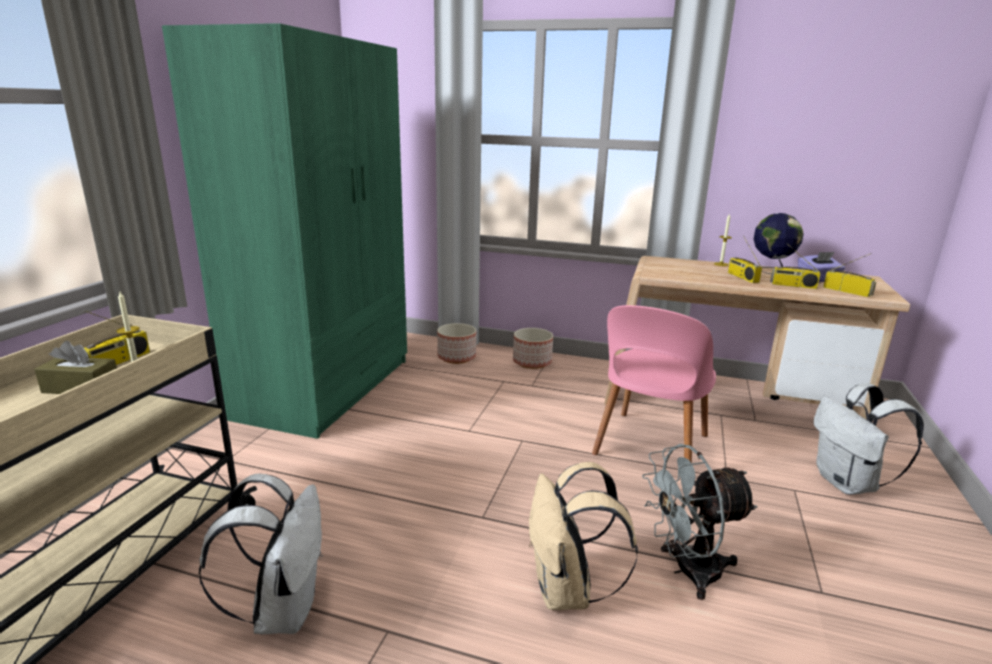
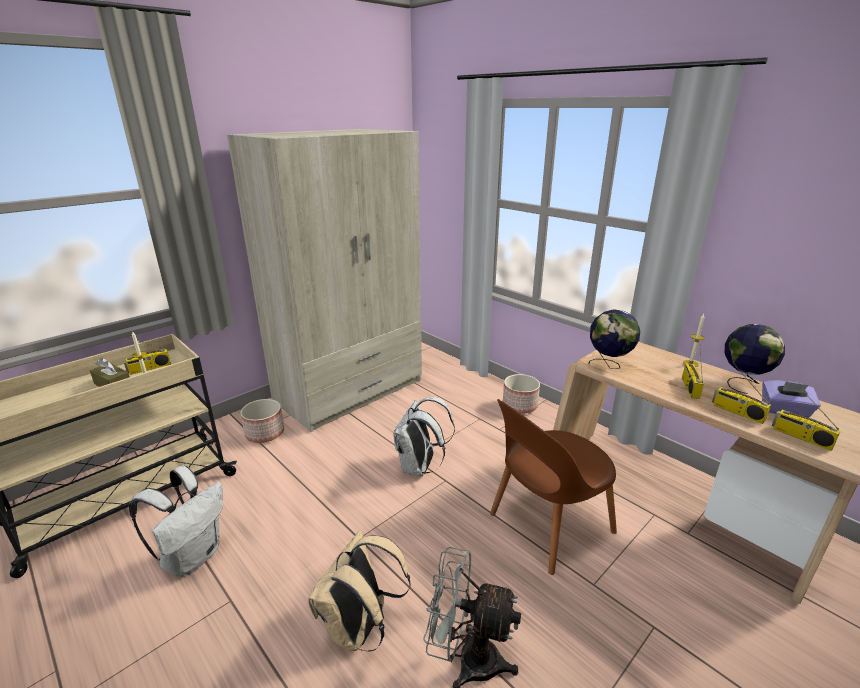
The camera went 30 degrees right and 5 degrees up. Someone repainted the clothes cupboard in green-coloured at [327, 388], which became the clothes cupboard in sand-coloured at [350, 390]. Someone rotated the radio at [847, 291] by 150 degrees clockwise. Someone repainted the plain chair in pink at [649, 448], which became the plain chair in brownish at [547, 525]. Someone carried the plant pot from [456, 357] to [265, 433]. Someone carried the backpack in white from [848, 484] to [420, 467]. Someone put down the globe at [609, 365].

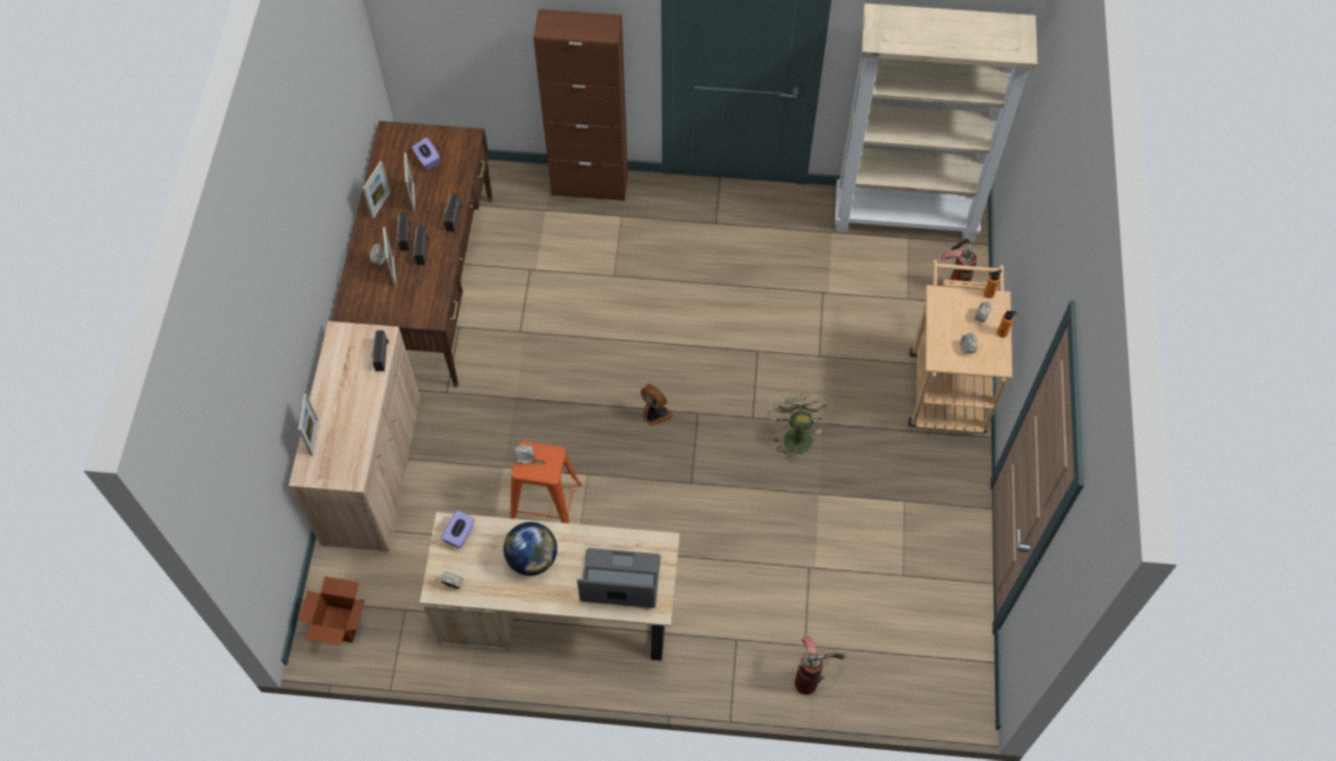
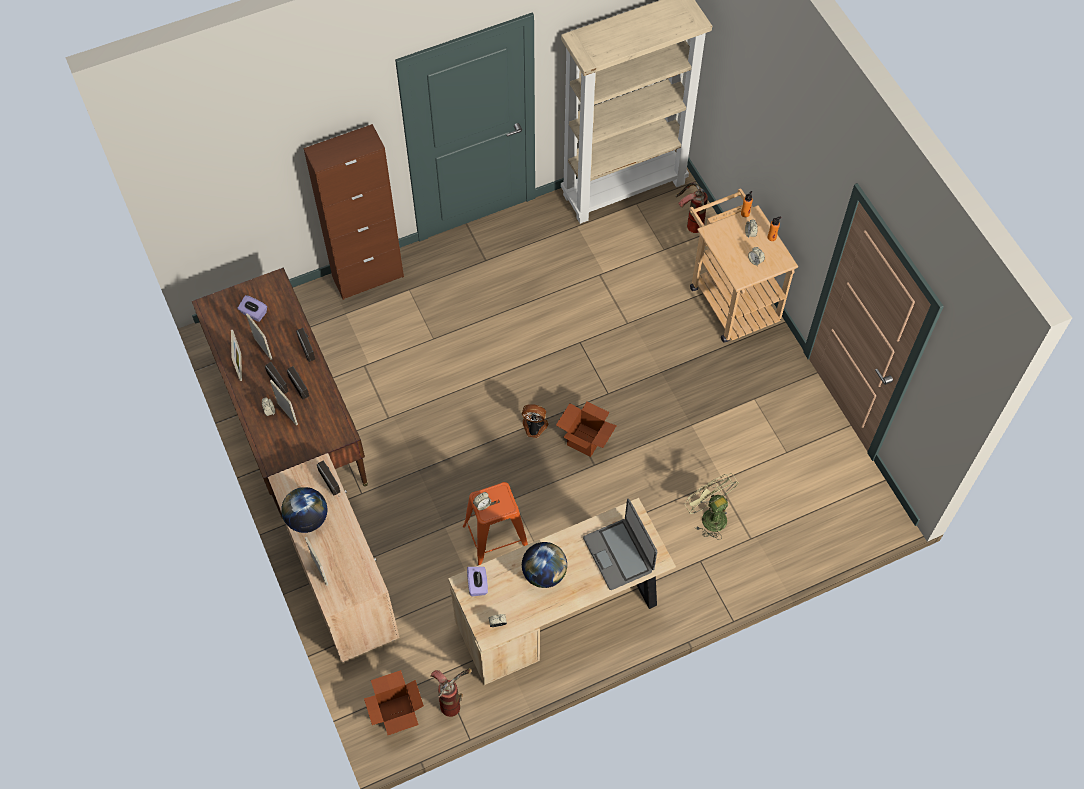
The camera went 30 degrees left and 0 degrees up. Someone carried the electric fan in green-coloured from [795, 434] to [709, 516]. Someone rotated the notebook computer at [620, 580] by 90 degrees counterclockwise. Someone carried the extinguisher from [812, 677] to [453, 699]. Someone put down the packing box at [585, 440]. Someone put down the globe at [307, 519].

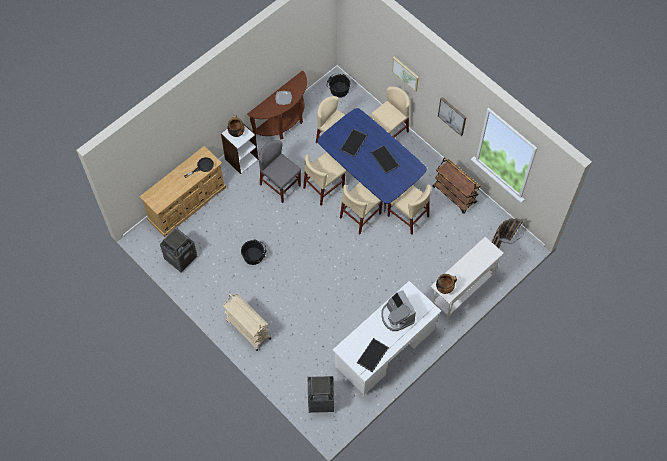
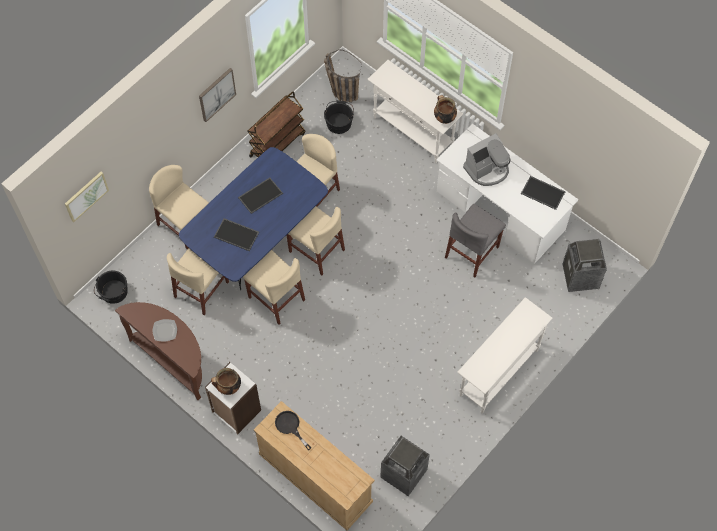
The camera went 95 degrees left and 0 degrees up. Someone carried the picture from [405, 73] to [86, 196]. Someone carried the plain chair in gray from [280, 185] to [472, 252]. Someone carried the pail in blackish from [254, 256] to [339, 122]. Someone swapped the wheeled cart in sand-coloured at [247, 329] for the hall table in white at [498, 373].

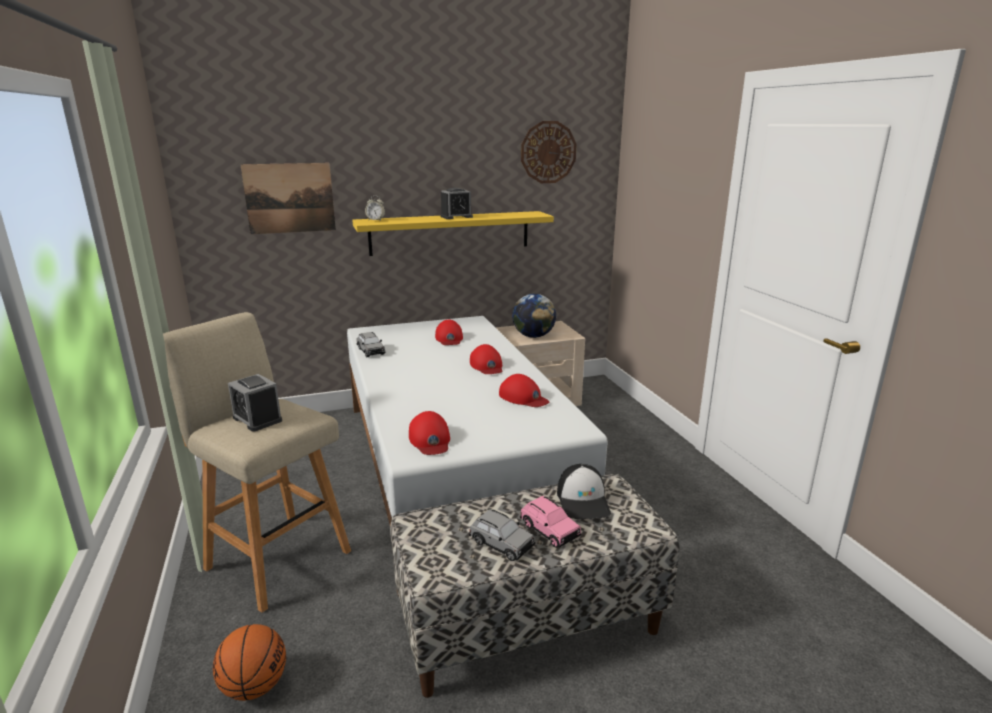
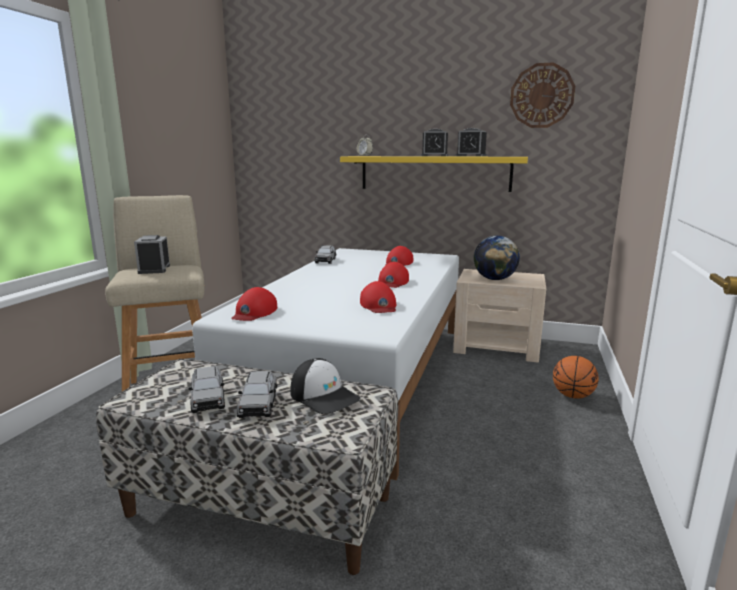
The camera went 35 degrees right and 5 degrees down. Someone took away the picture at [289, 198]. Someone rotated the peaked cap at [583, 501] by 75 degrees counterclockwise. Someone repainted the model car in pink at [549, 530], which became the model car in gray at [258, 405]. Someone carried the basketball from [254, 686] to [572, 396]. Someone put down the table clock at [471, 156].

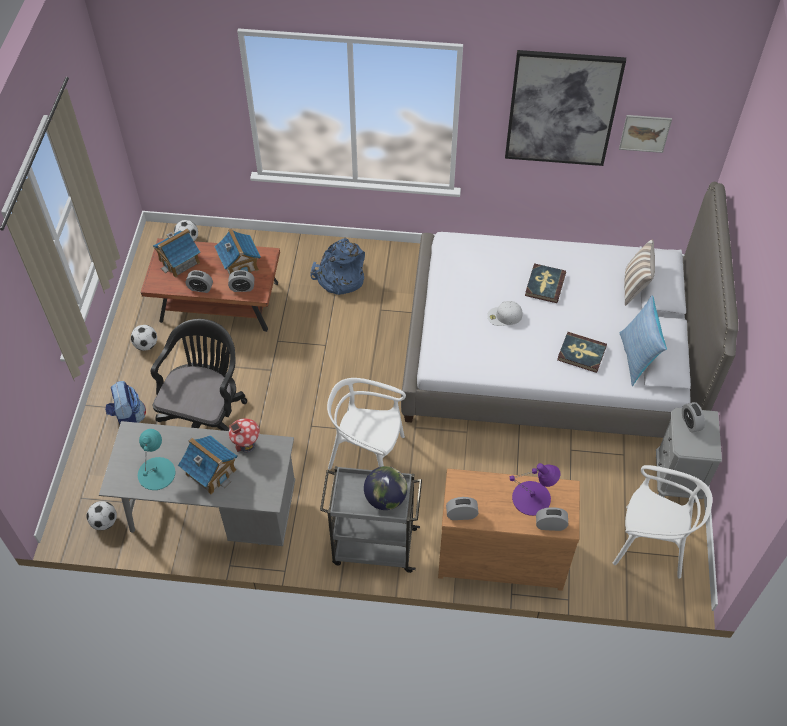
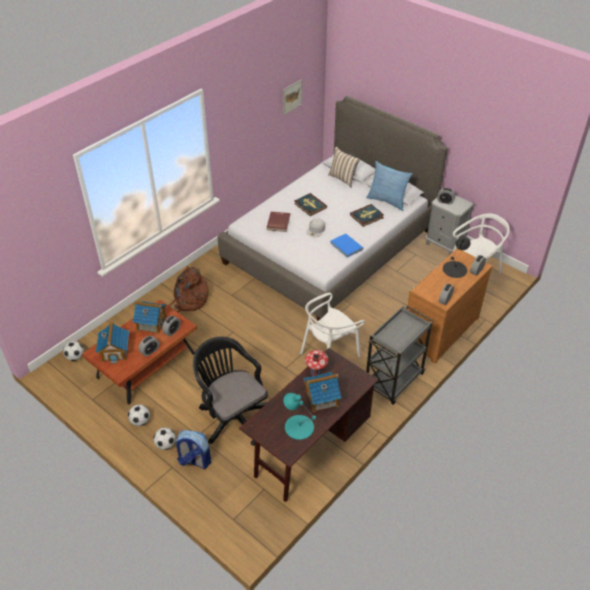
The camera went 55 degrees left and 10 degrees down. Someone took away the picture at [562, 108]. Someone repainted the backpack in blue-coloured at [339, 278], which became the backpack in brownish at [189, 300]. Someone repainted the desk unit in gray at [212, 515], which became the desk unit in brownish at [309, 449]. Someone repainted the lamp for a table in purple at [532, 498], which became the lamp for a table in blackish at [455, 269]. Someone took away the globe at [385, 498]. Someone carried the football from [104, 522] to [165, 445]. Someone put down the bound book in red at [277, 222]. Someone put down the bound book in blue-coloured at [346, 246].

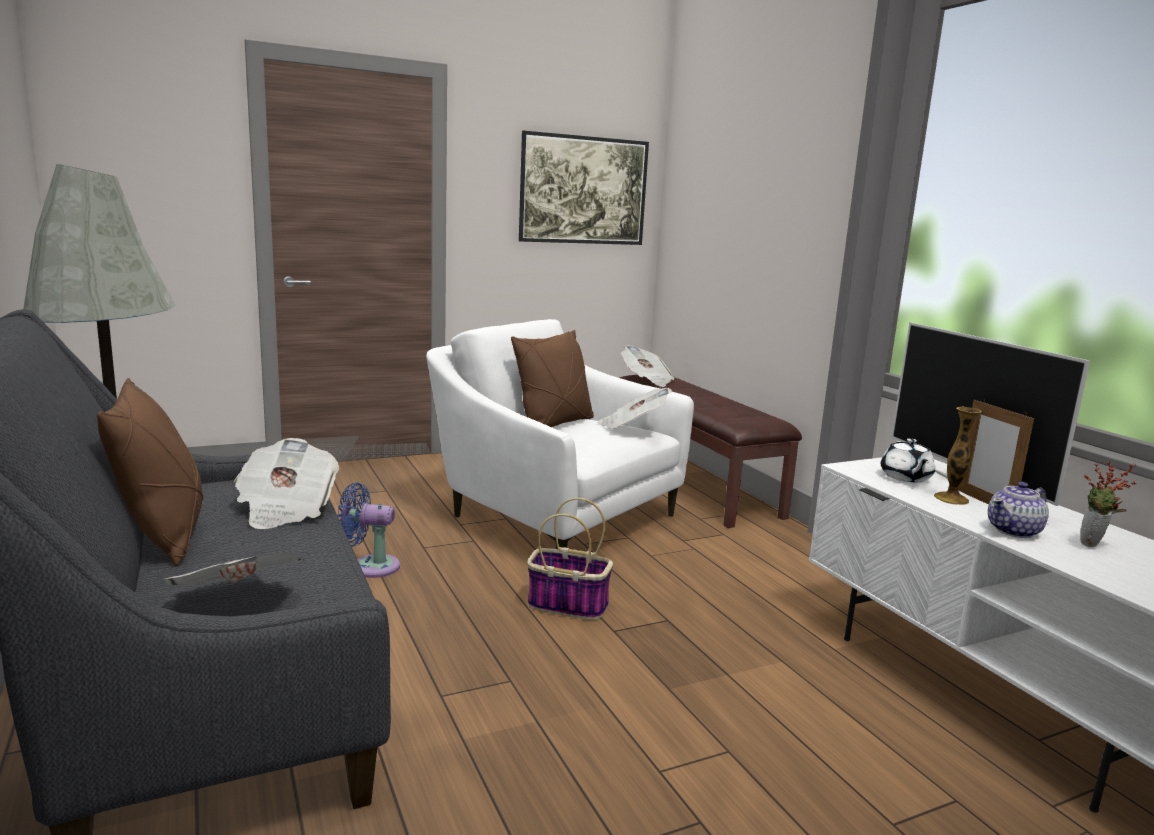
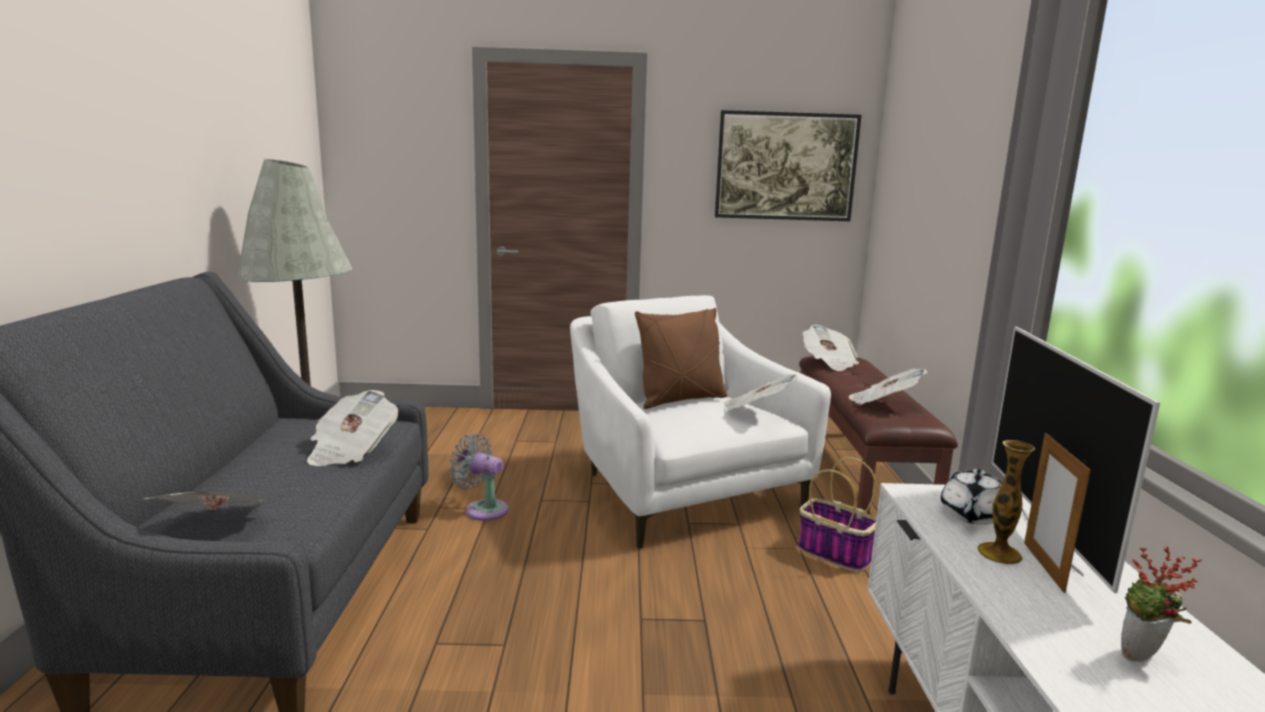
The camera went 25 degrees right and 0 degrees up. Someone took away the pillow in brownish at [164, 535]. Someone took away the pot for tea at [1014, 531]. Someone repainted the electric fan in blue-coloured at [370, 566], which became the electric fan in gray at [483, 509]. Someone carried the household basket from [566, 605] to [833, 553]. Someone put down the daily paper at [883, 404].

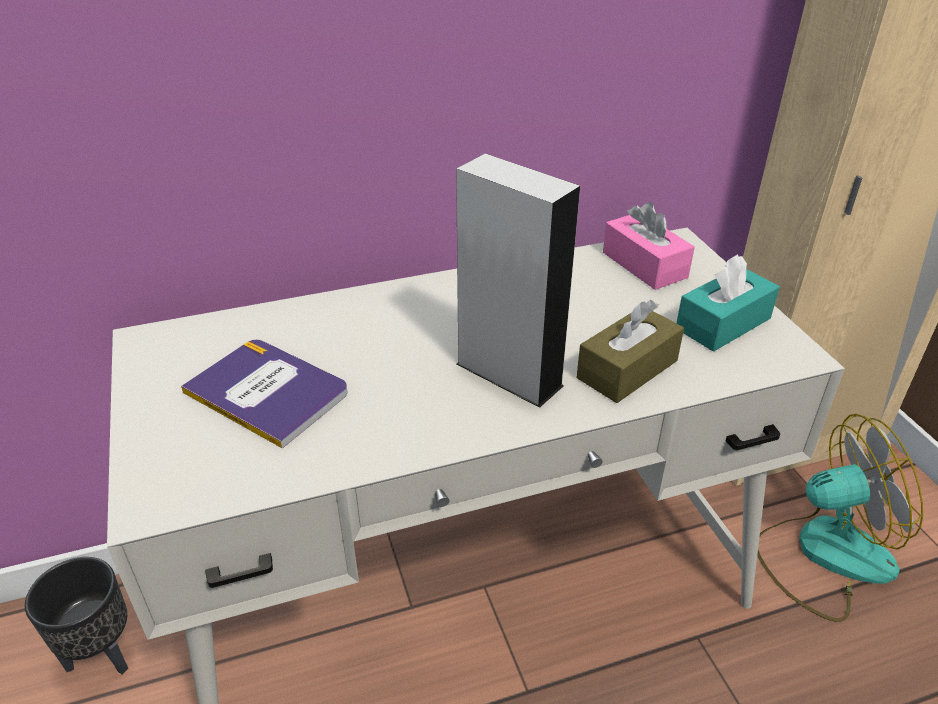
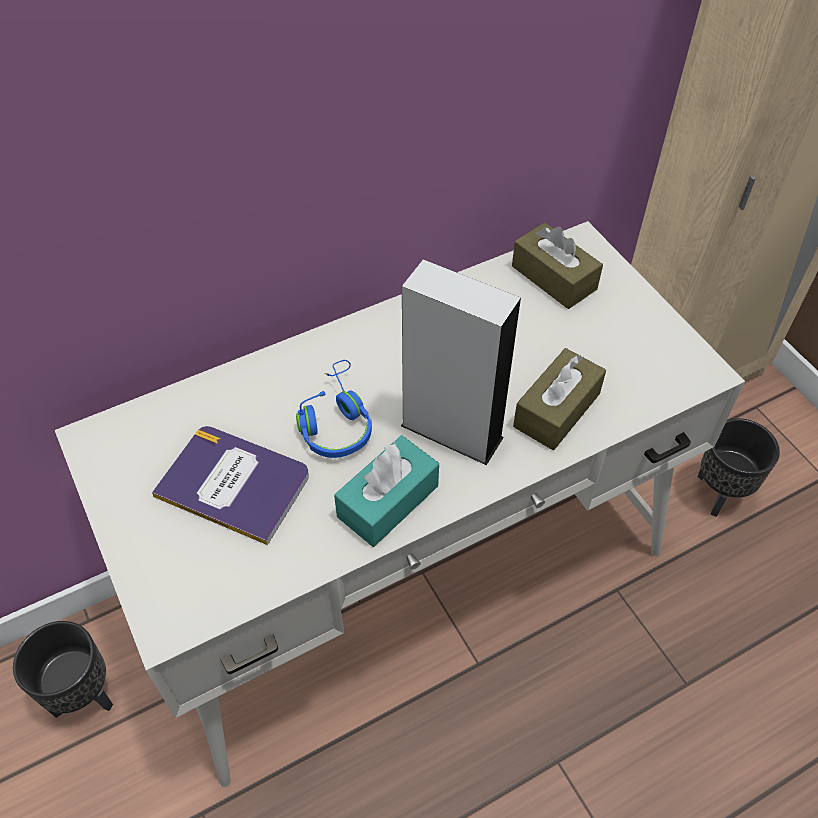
The camera went 10 degrees left and 15 degrees up. Someone repainted the tissue box in pink at [644, 265], which became the tissue box in brownish at [554, 277]. Someone carried the tissue box in blue-green from [723, 323] to [388, 501]. Someone swapped the electric fan at [823, 554] for the plant pot in blackish at [719, 493]. Someone put down the headset in blue-coloured at [335, 421].

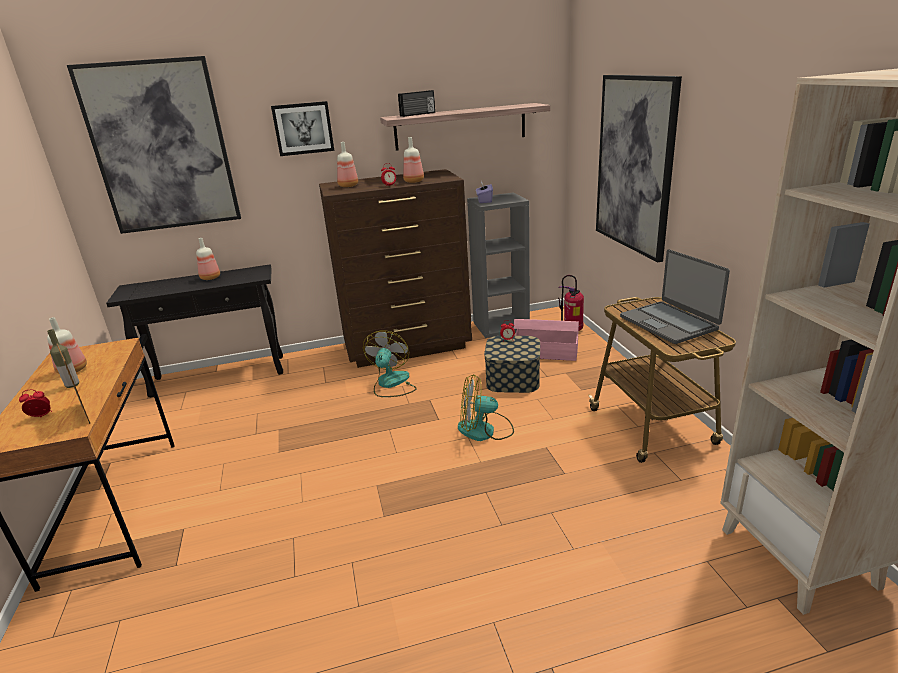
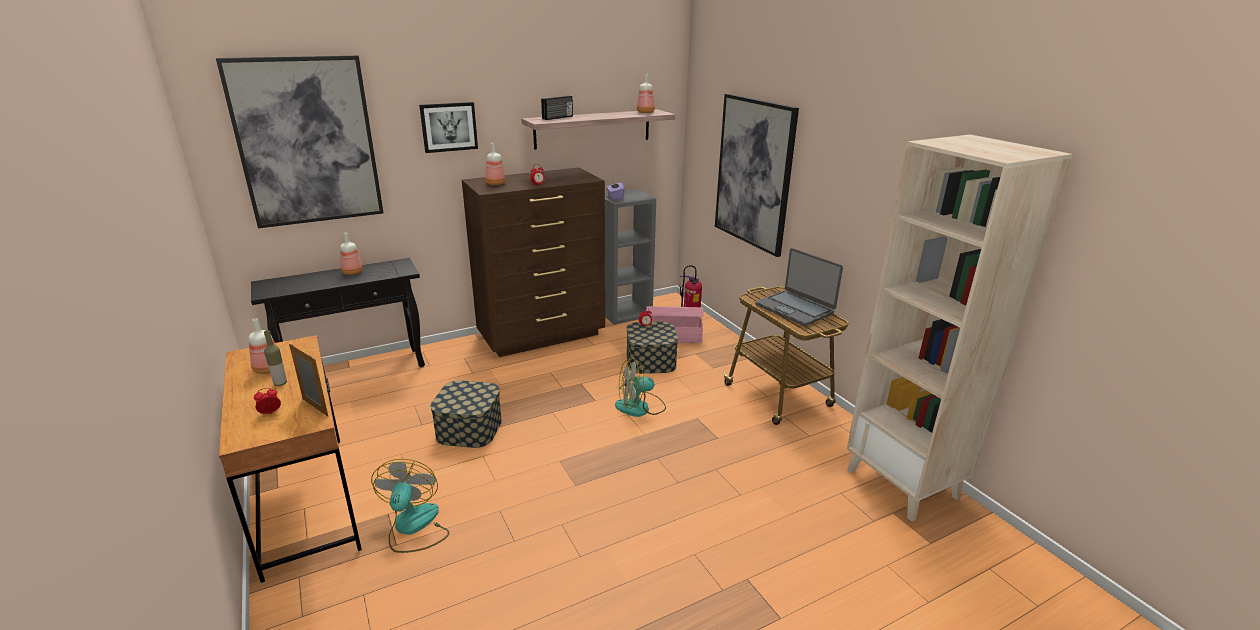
The camera went 15 degrees left and 0 degrees up. Someone carried the drink bottle from [414, 181] to [646, 112]. Someone carried the electric fan from [391, 384] to [414, 527]. Someone put down the storage box at [469, 429].

